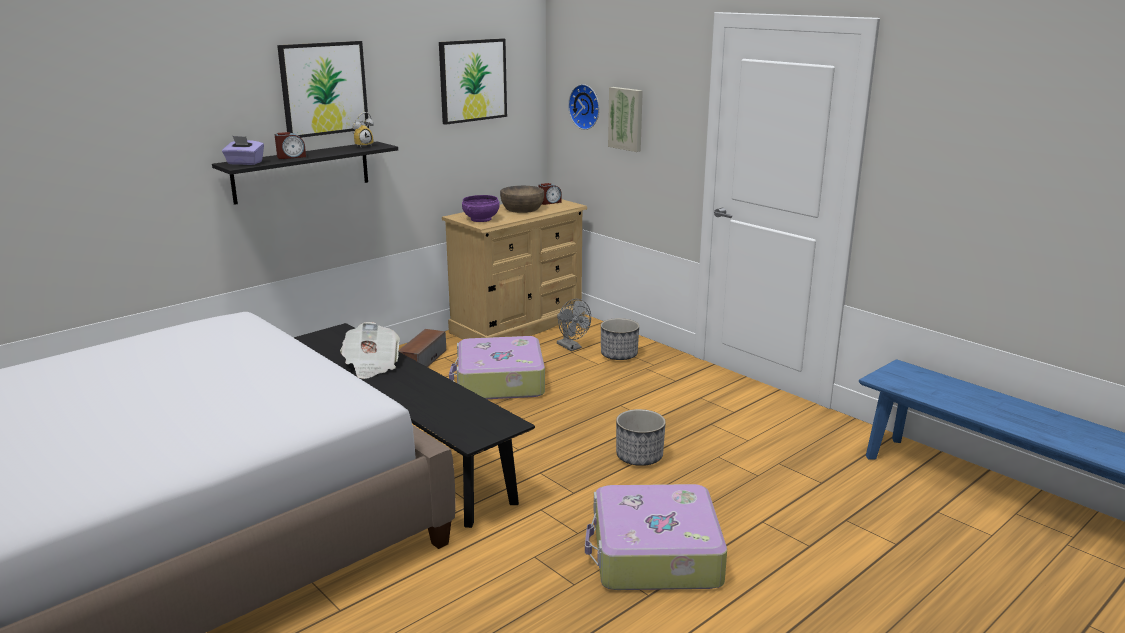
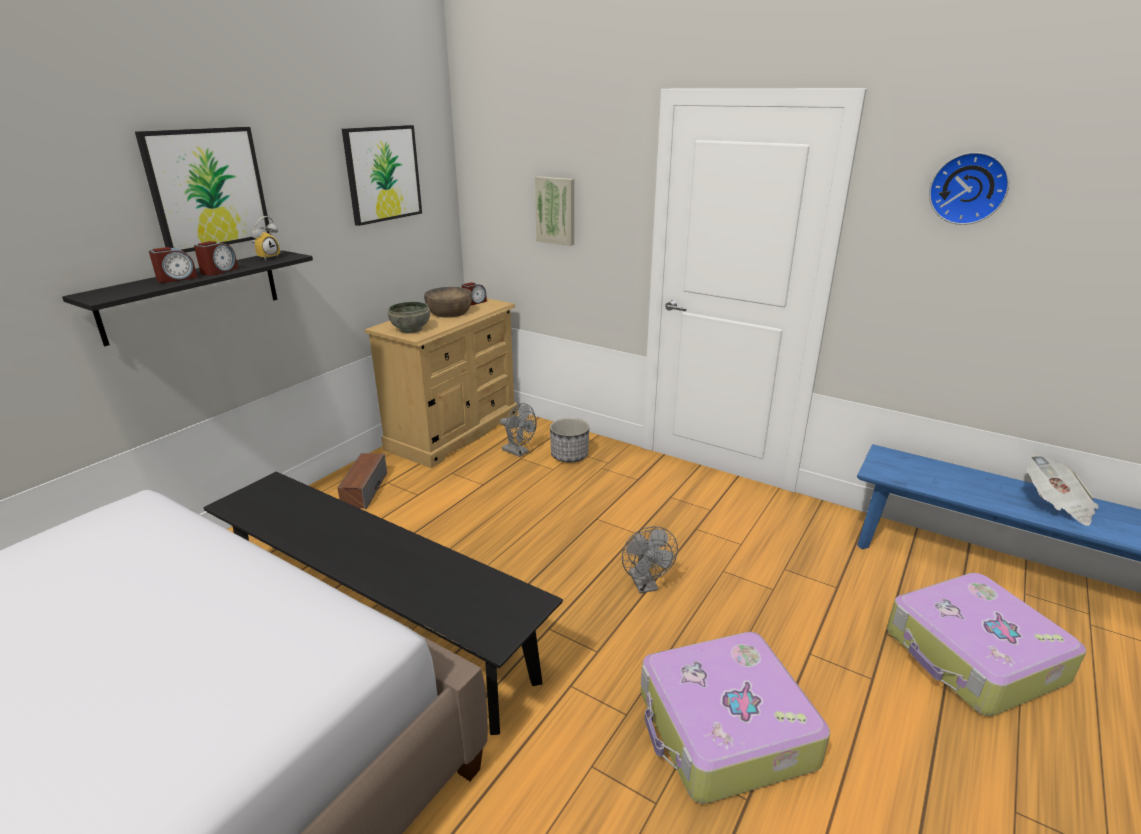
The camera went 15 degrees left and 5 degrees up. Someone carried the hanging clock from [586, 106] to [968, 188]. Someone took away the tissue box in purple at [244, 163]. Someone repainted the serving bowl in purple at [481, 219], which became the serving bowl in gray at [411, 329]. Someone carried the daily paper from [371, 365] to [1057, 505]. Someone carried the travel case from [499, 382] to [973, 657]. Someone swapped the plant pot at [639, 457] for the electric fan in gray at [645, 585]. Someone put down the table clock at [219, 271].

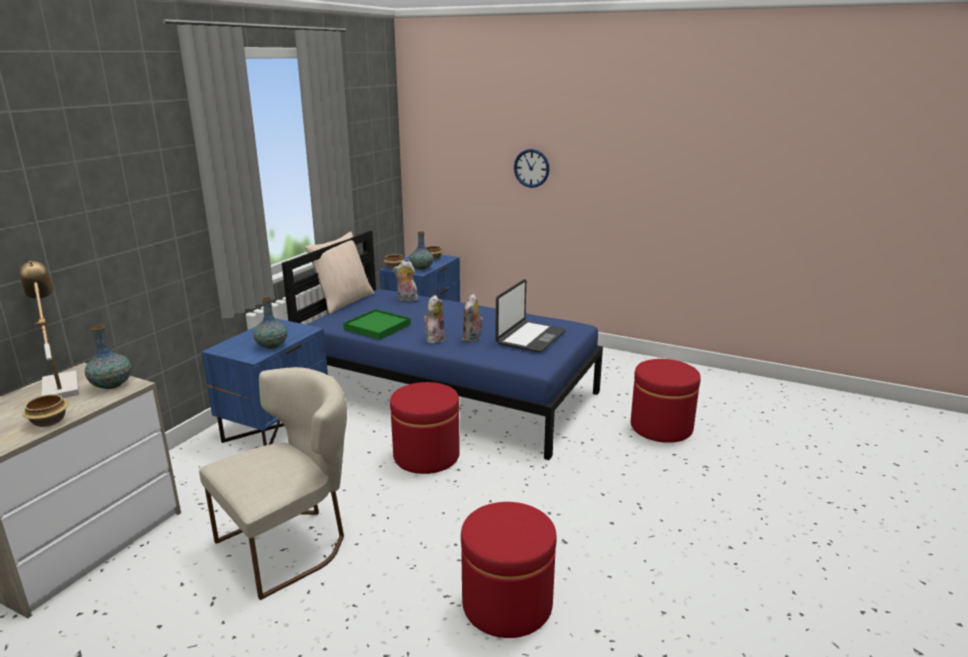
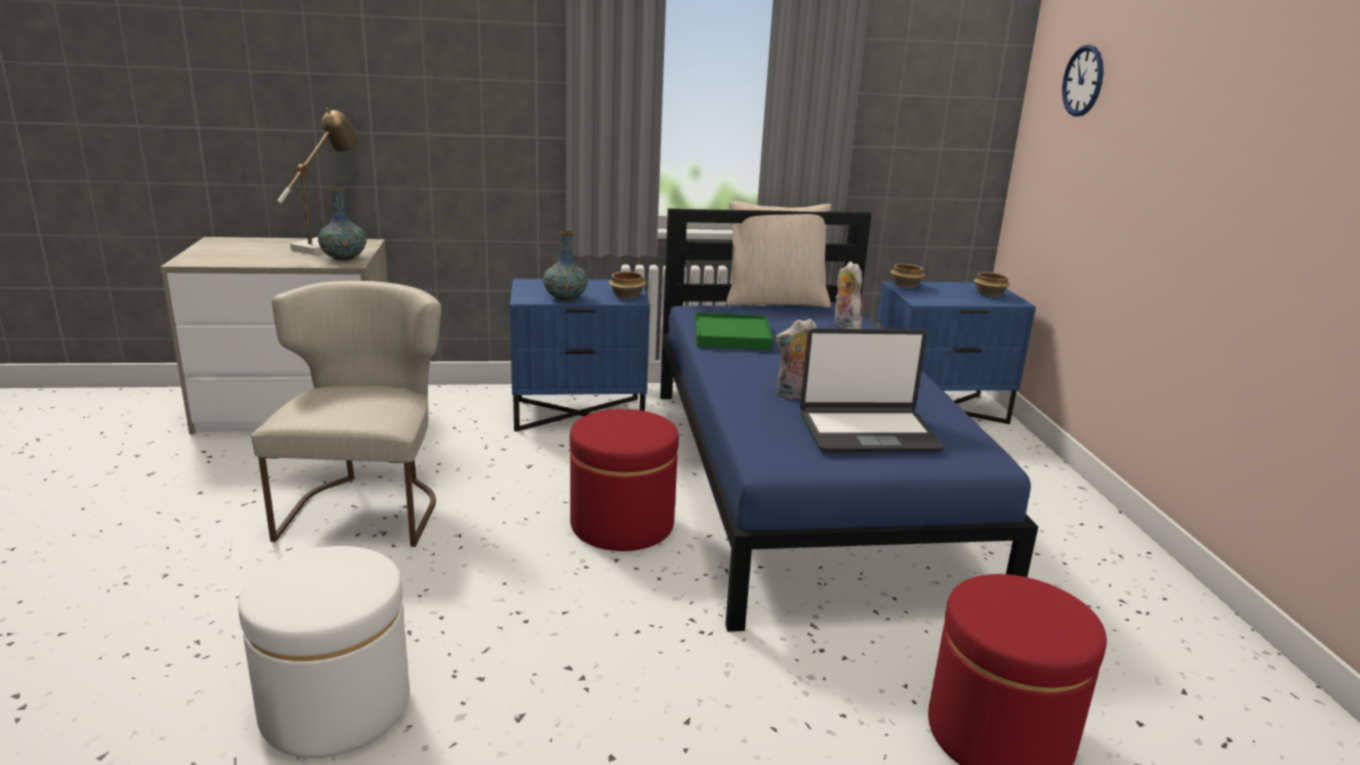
The camera went 55 degrees right and 0 degrees up. Someone carried the hanging clock from [531, 168] to [1083, 81]. Someone took away the flower vase at [421, 268]. Someone took away the plush toy at [434, 339]. Someone rotated the plain chair in sand-coloured at [291, 543] by 105 degrees counterclockwise. Someone carried the serving bowl from [50, 421] to [628, 296]. Someone repainted the footrest in red at [507, 604], which became the footrest in white at [335, 707].

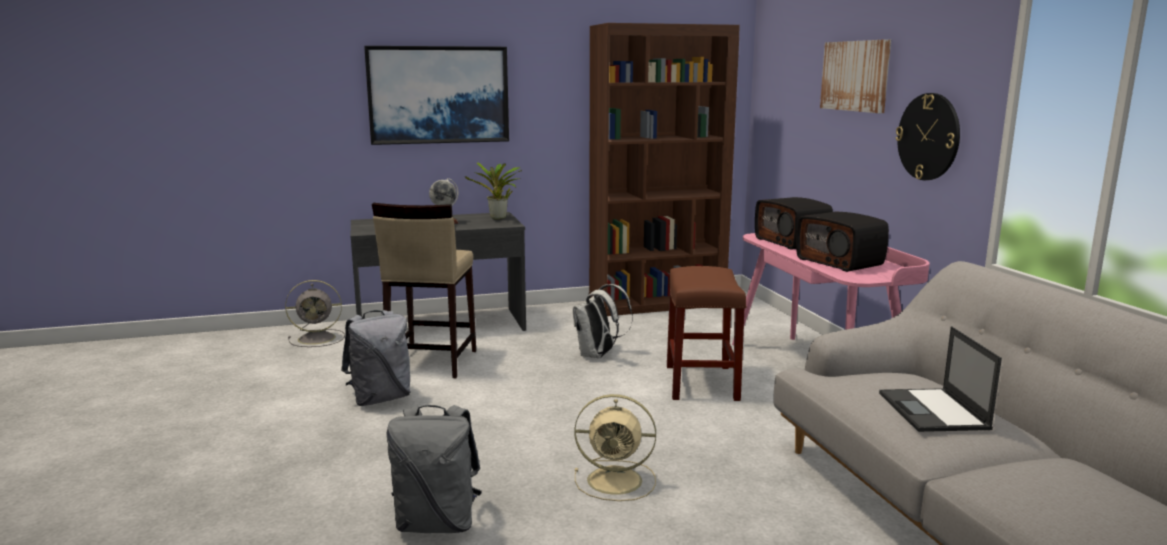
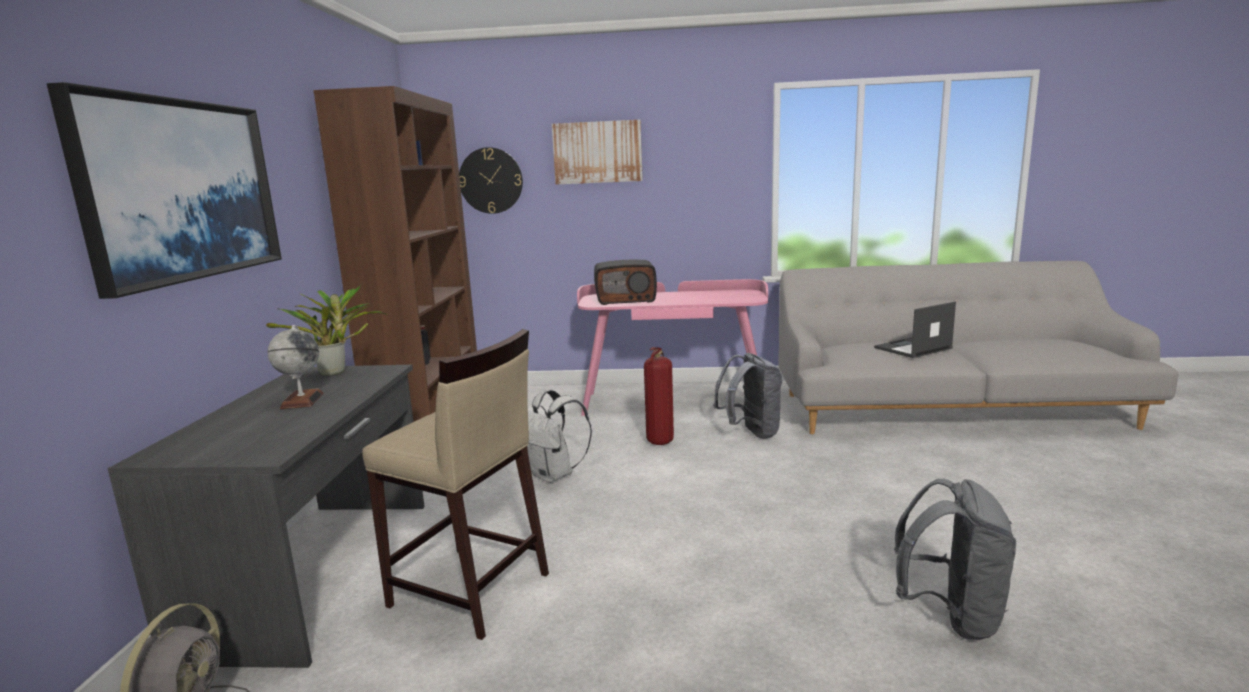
The camera went 70 degrees left and 0 degrees up. Someone carried the hanging clock from [928, 137] to [491, 180]. Someone took away the radio at [840, 262]. Someone swapped the stool in brownish at [701, 382] for the extinguisher at [660, 441]. Someone carried the backpack in gray from [380, 398] to [751, 433]. Someone rotated the notebook computer at [934, 411] by 135 degrees clockwise. Someone took away the electric fan in sand-coloured at [617, 480].

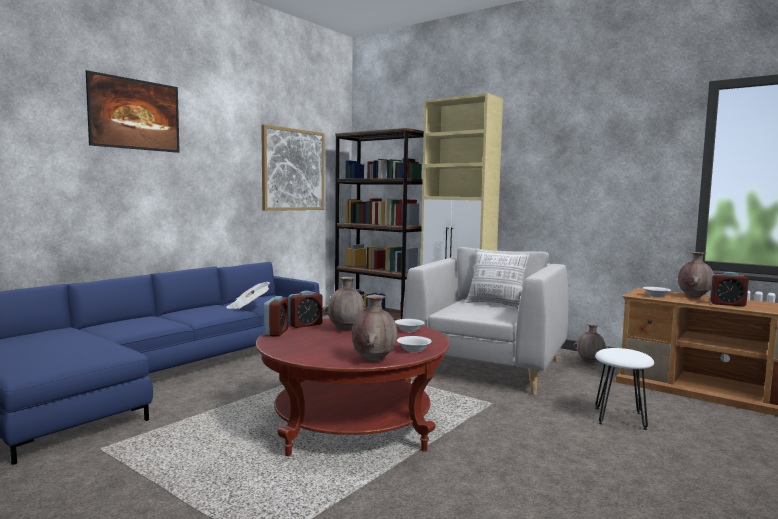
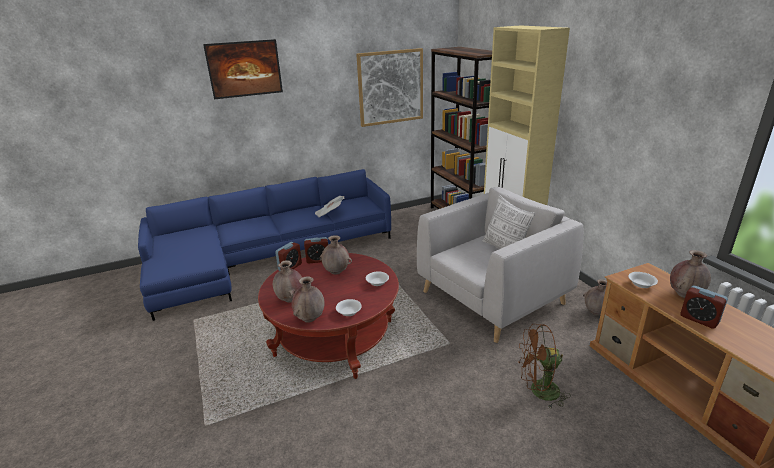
The camera went 30 degrees right and 20 degrees up. Someone swapped the stool in white at [620, 418] for the electric fan in brownish at [538, 391]. Someone put down the flower vase in brownish at [291, 300].

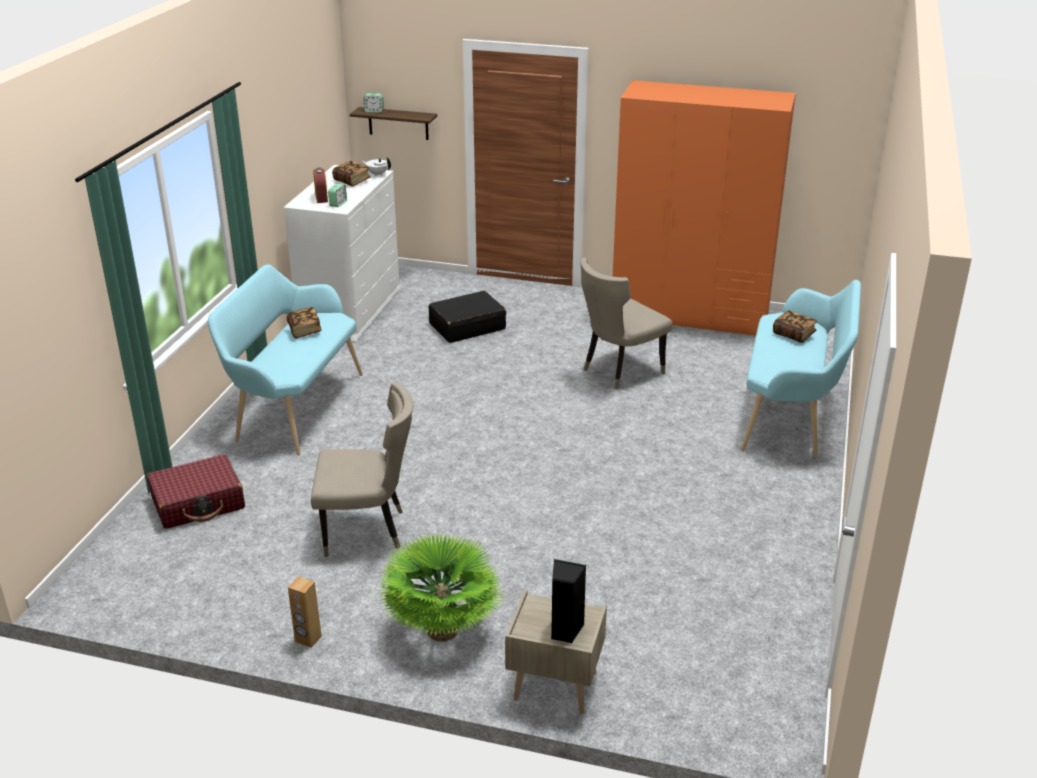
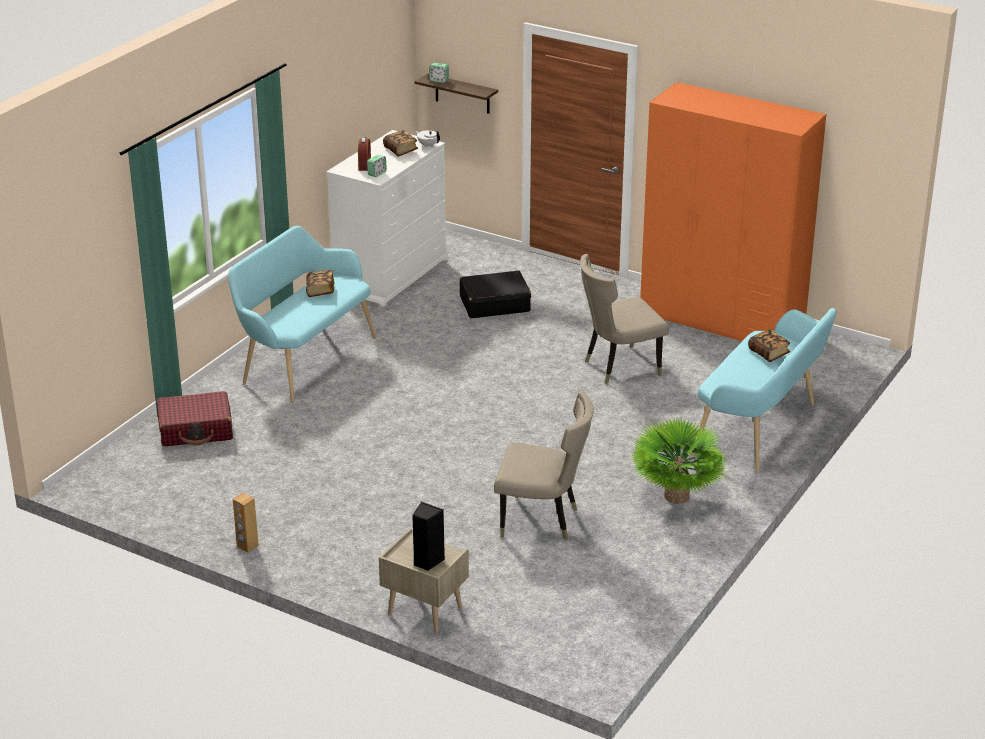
The camera went 15 degrees right and 0 degrees up. Someone carried the plain chair in sand-coloured from [368, 530] to [543, 521]. Someone carried the houseplant from [442, 630] to [676, 496].

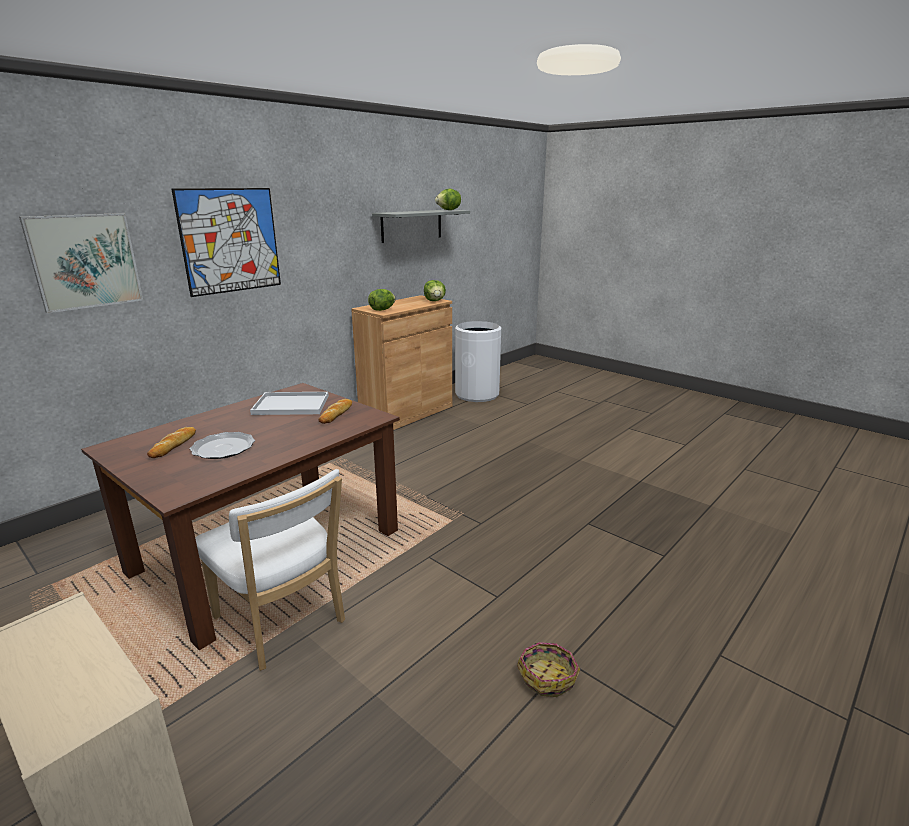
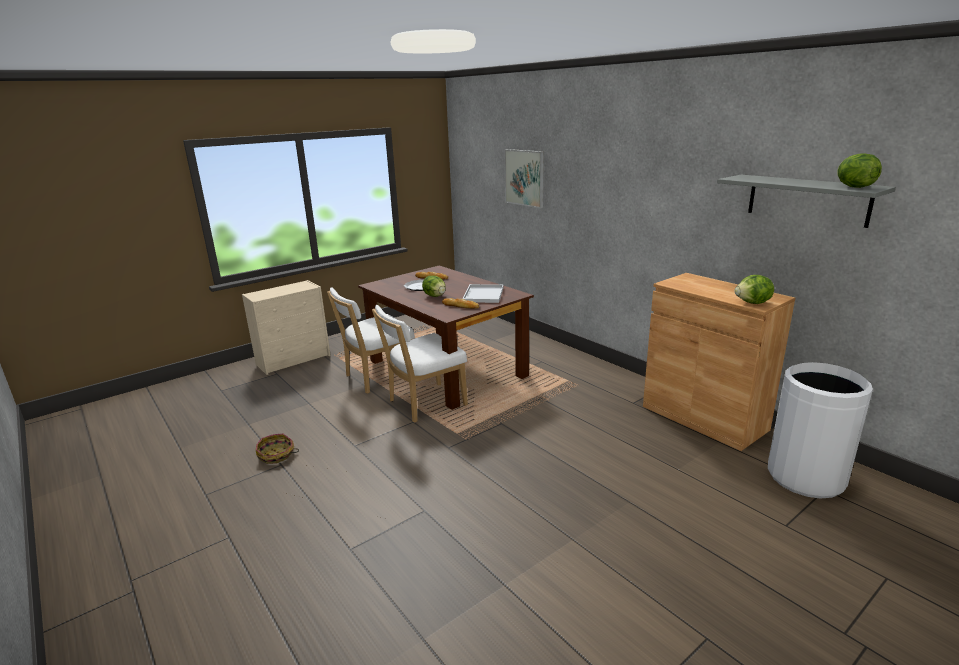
The camera went 100 degrees right and 0 degrees up. Someone took away the picture at [230, 241]. Someone carried the lettuce head from [382, 310] to [435, 296]. Someone put down the plain chair in white at [424, 404].

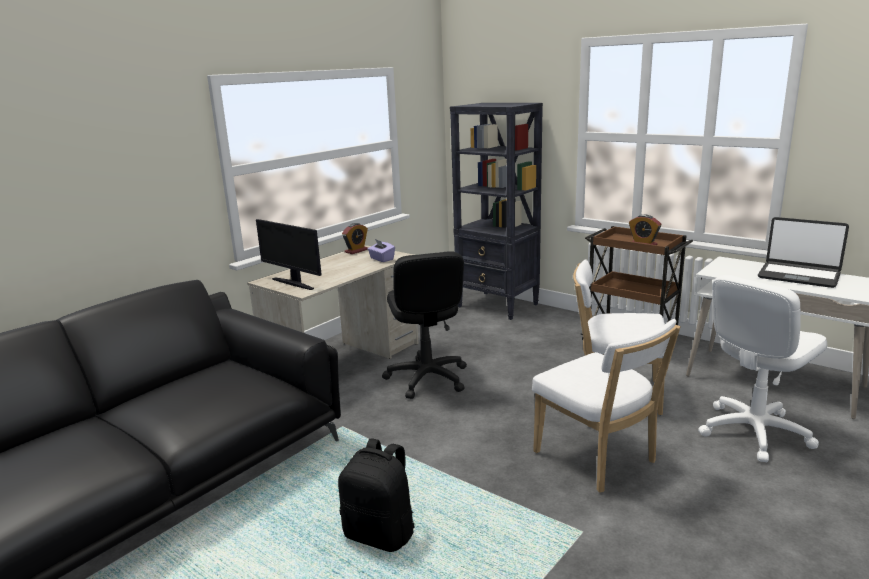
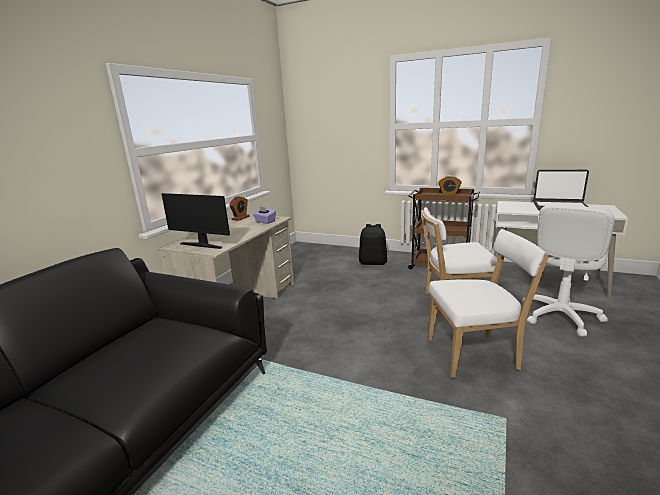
The camera went 15 degrees left and 0 degrees up. Someone took away the bookcase in blackish at [498, 306]. Someone took away the computer chair in blackish at [427, 378]. Someone rotated the plain chair in white at [598, 460] by 45 degrees counterclockwise. Someone carried the backpack in blackish from [381, 534] to [373, 262].

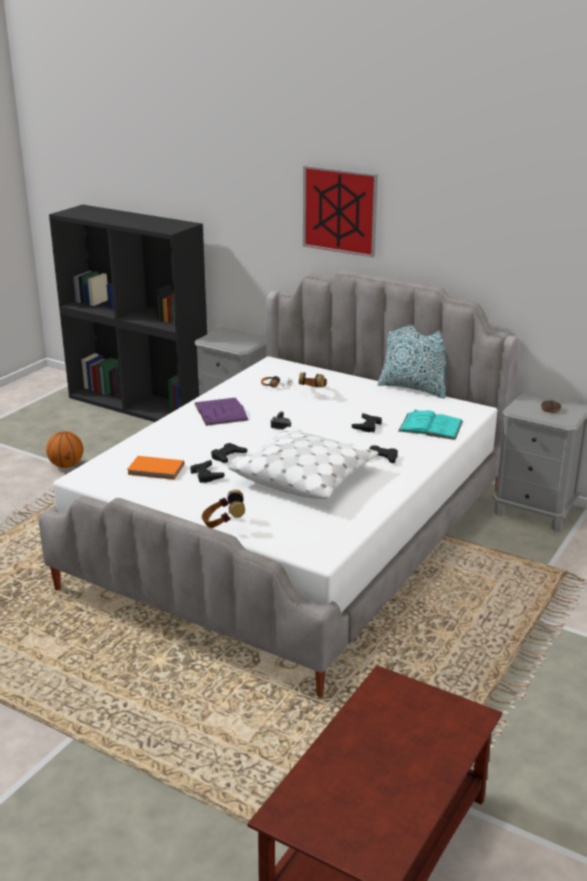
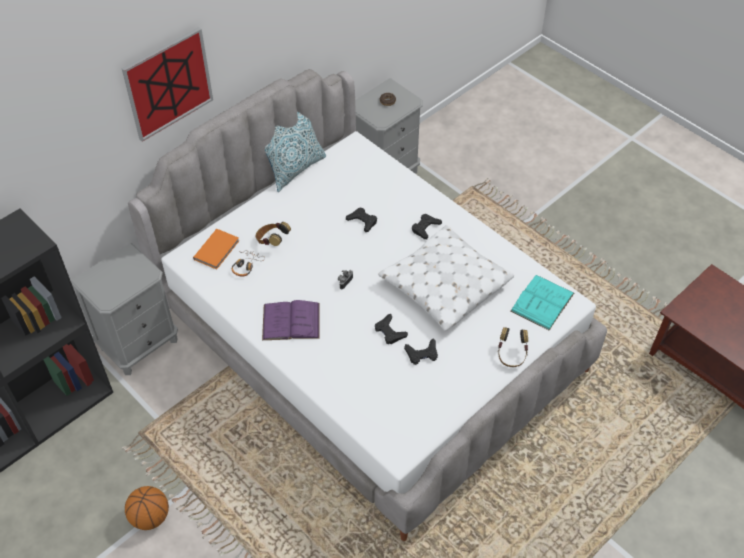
The camera went 75 degrees left and 25 degrees up. Someone carried the bound book in blue-green from [431, 426] to [542, 302]. Someone carried the bound book in orange from [156, 470] to [218, 250].

